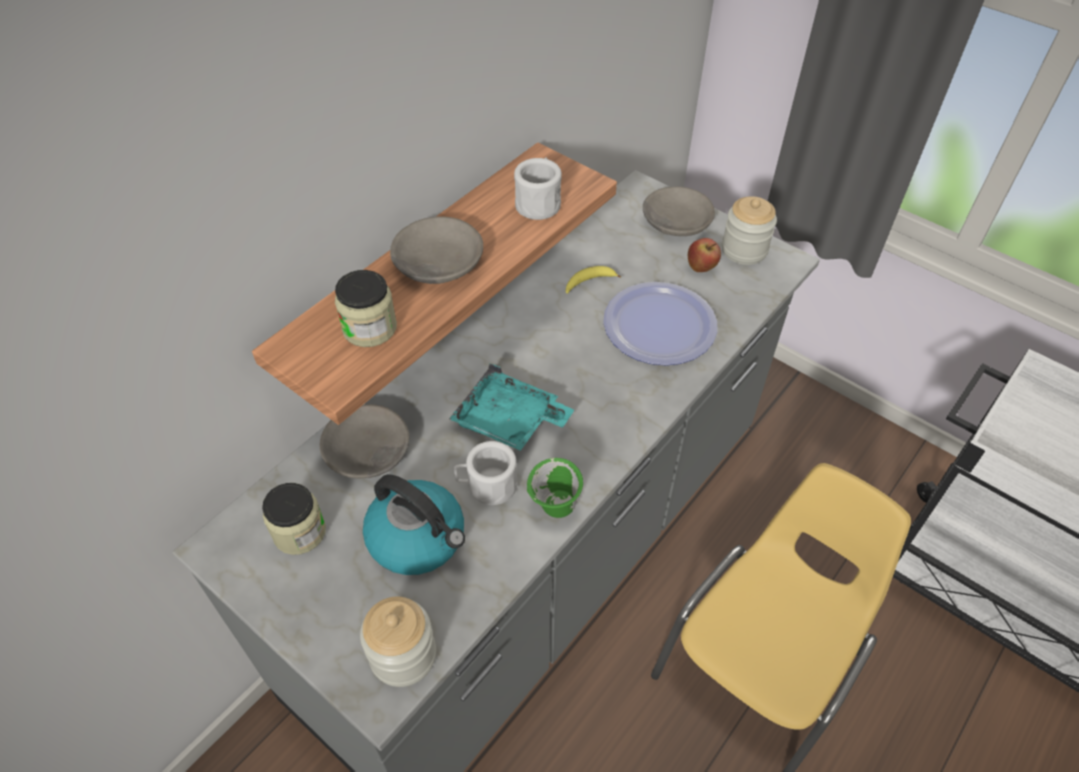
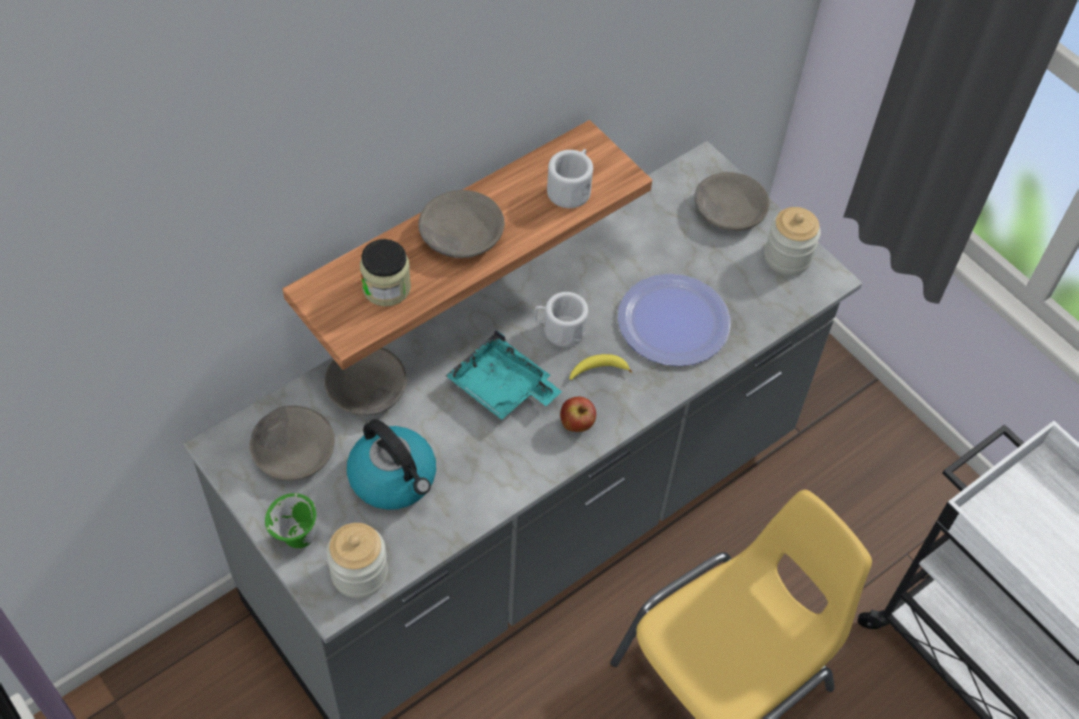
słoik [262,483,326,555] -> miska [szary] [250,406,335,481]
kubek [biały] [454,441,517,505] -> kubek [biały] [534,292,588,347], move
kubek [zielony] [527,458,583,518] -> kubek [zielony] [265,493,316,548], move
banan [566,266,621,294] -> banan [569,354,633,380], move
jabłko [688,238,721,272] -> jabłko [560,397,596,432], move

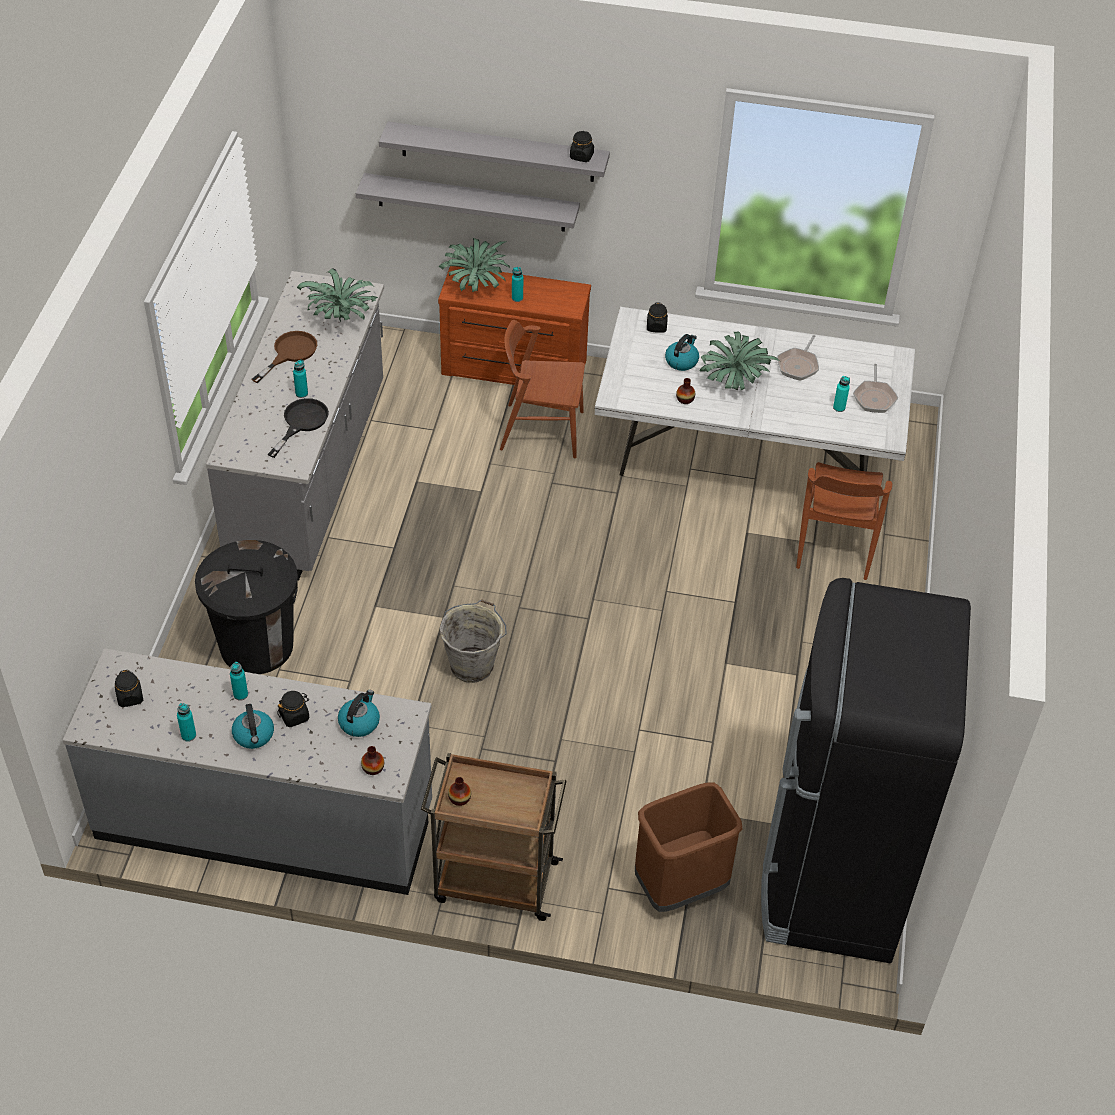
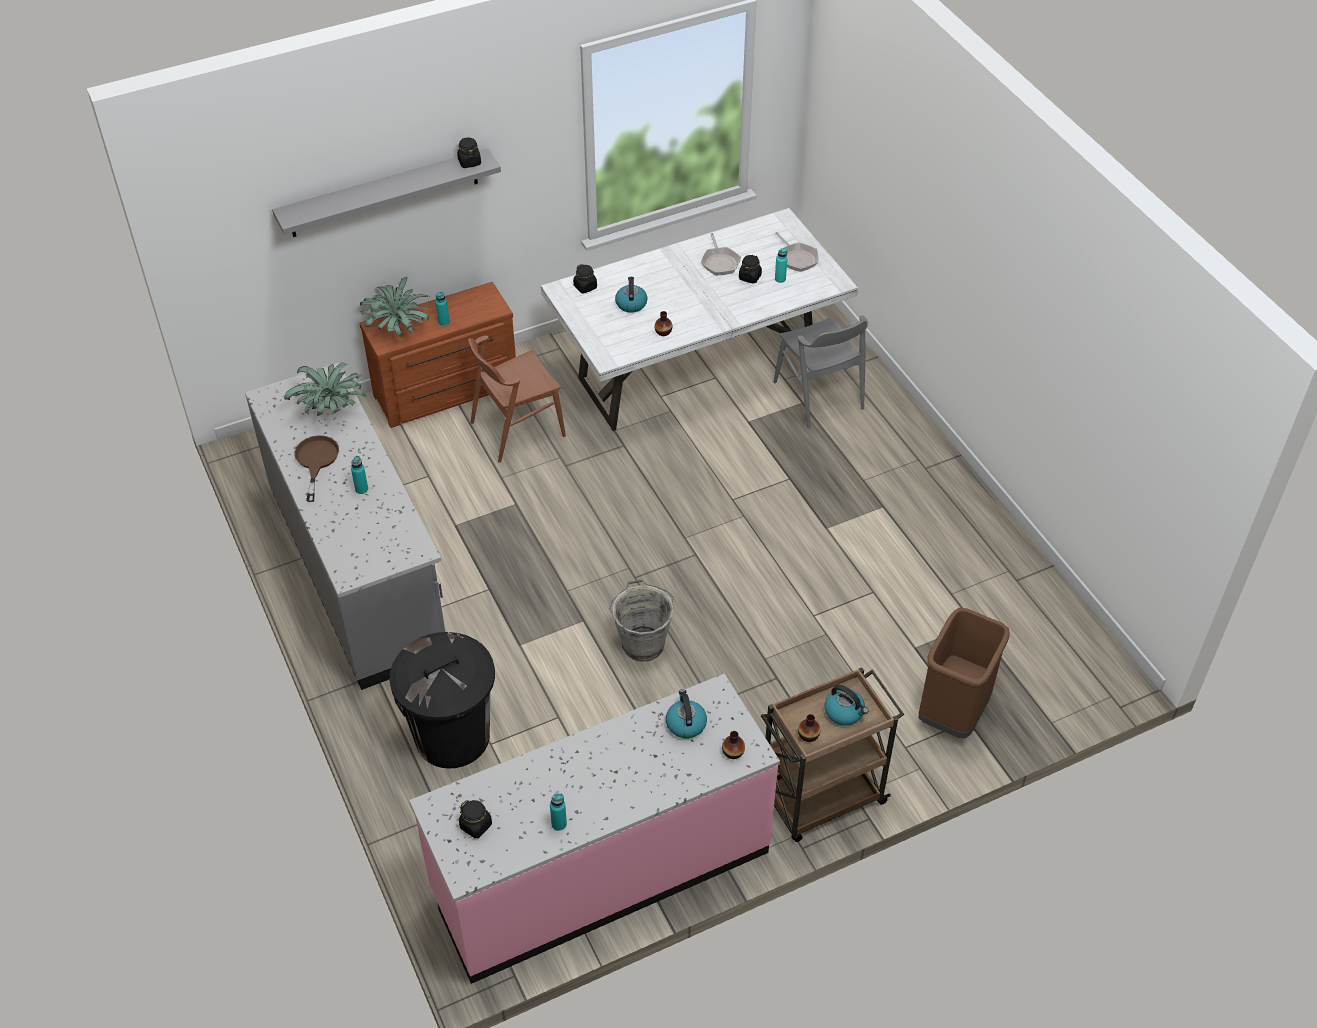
zabudowa kuchenna [szary] [63,648,432,895] -> zabudowa kuchenna [różowy] [409,674,780,984]
butelka [turkusowy] [230,662,248,701] -> none
czajnik [232,704,274,749] -> czajnik [825,685,869,725], move
patelnia [czarny] [268,398,329,458] -> none
słoik [czarny] [277,691,310,727] -> słoik [czarny] [739,255,762,283], move
półka [szary] [356,173,580,232] -> none
roślina doniczkowa [700,331,780,390] -> none
lodówka [czarny] [761,578,971,963] -> none
krzesło [brązowy] [796,462,892,580] -> krzesło [szary] [774,315,869,428]

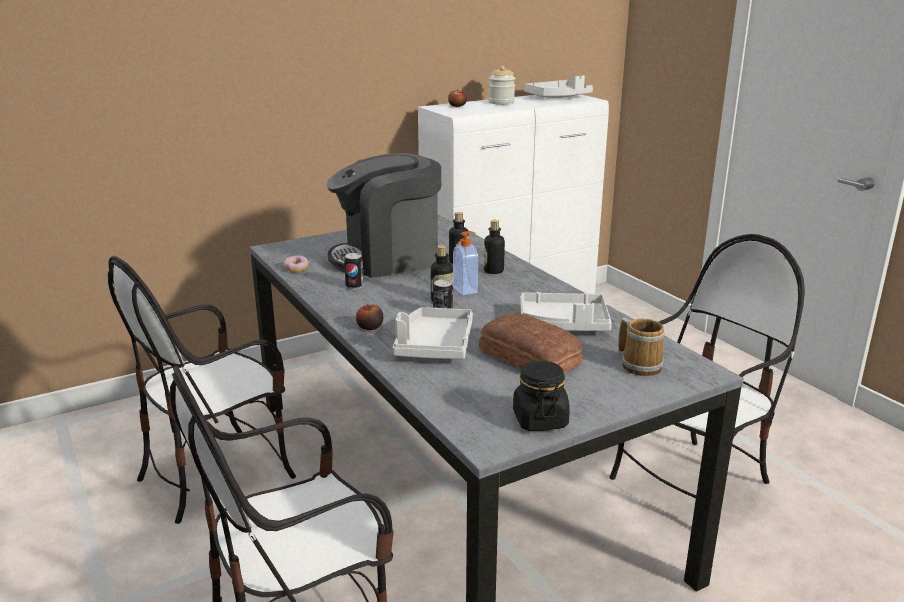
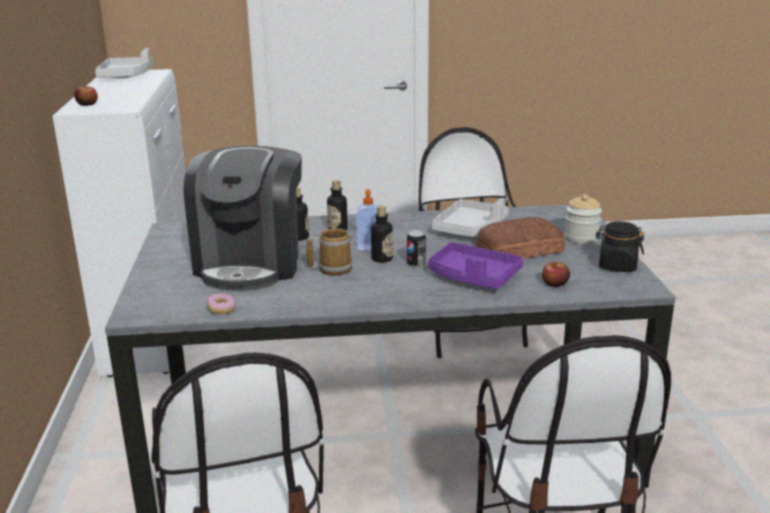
puszka [344,253,364,290] -> none
jabłko [356,304,383,330] -> jabłko [542,262,570,287], move
taca [szary] [393,307,473,359] -> taca [fioletowy] [428,242,523,290]
słoik [488,66,515,105] -> słoik [564,194,602,244], move
kubek [618,318,665,376] -> kubek [306,228,353,276], move

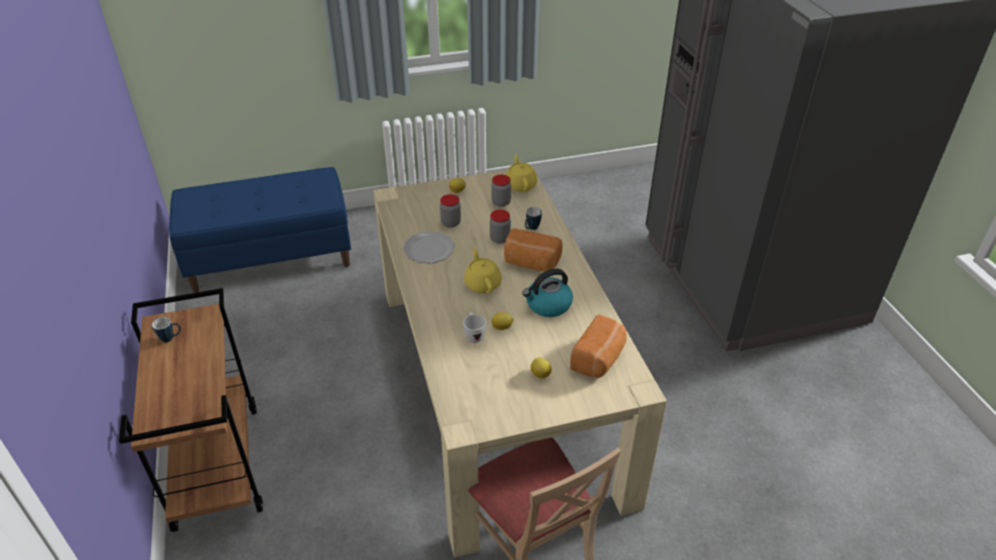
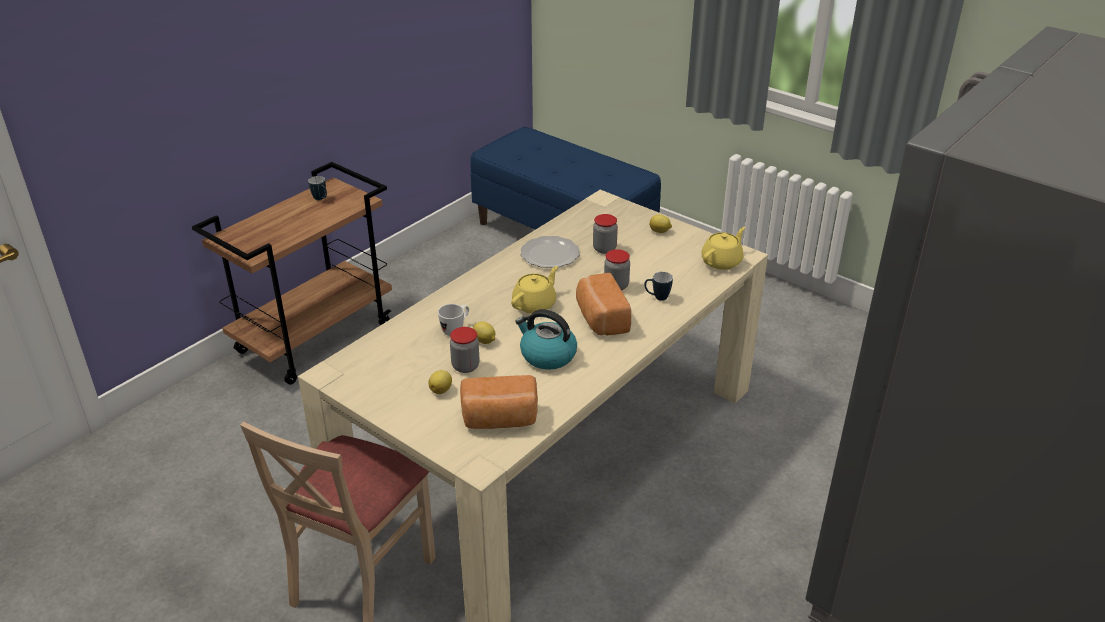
słoik [491,175,511,207] -> słoik [450,327,480,373], move

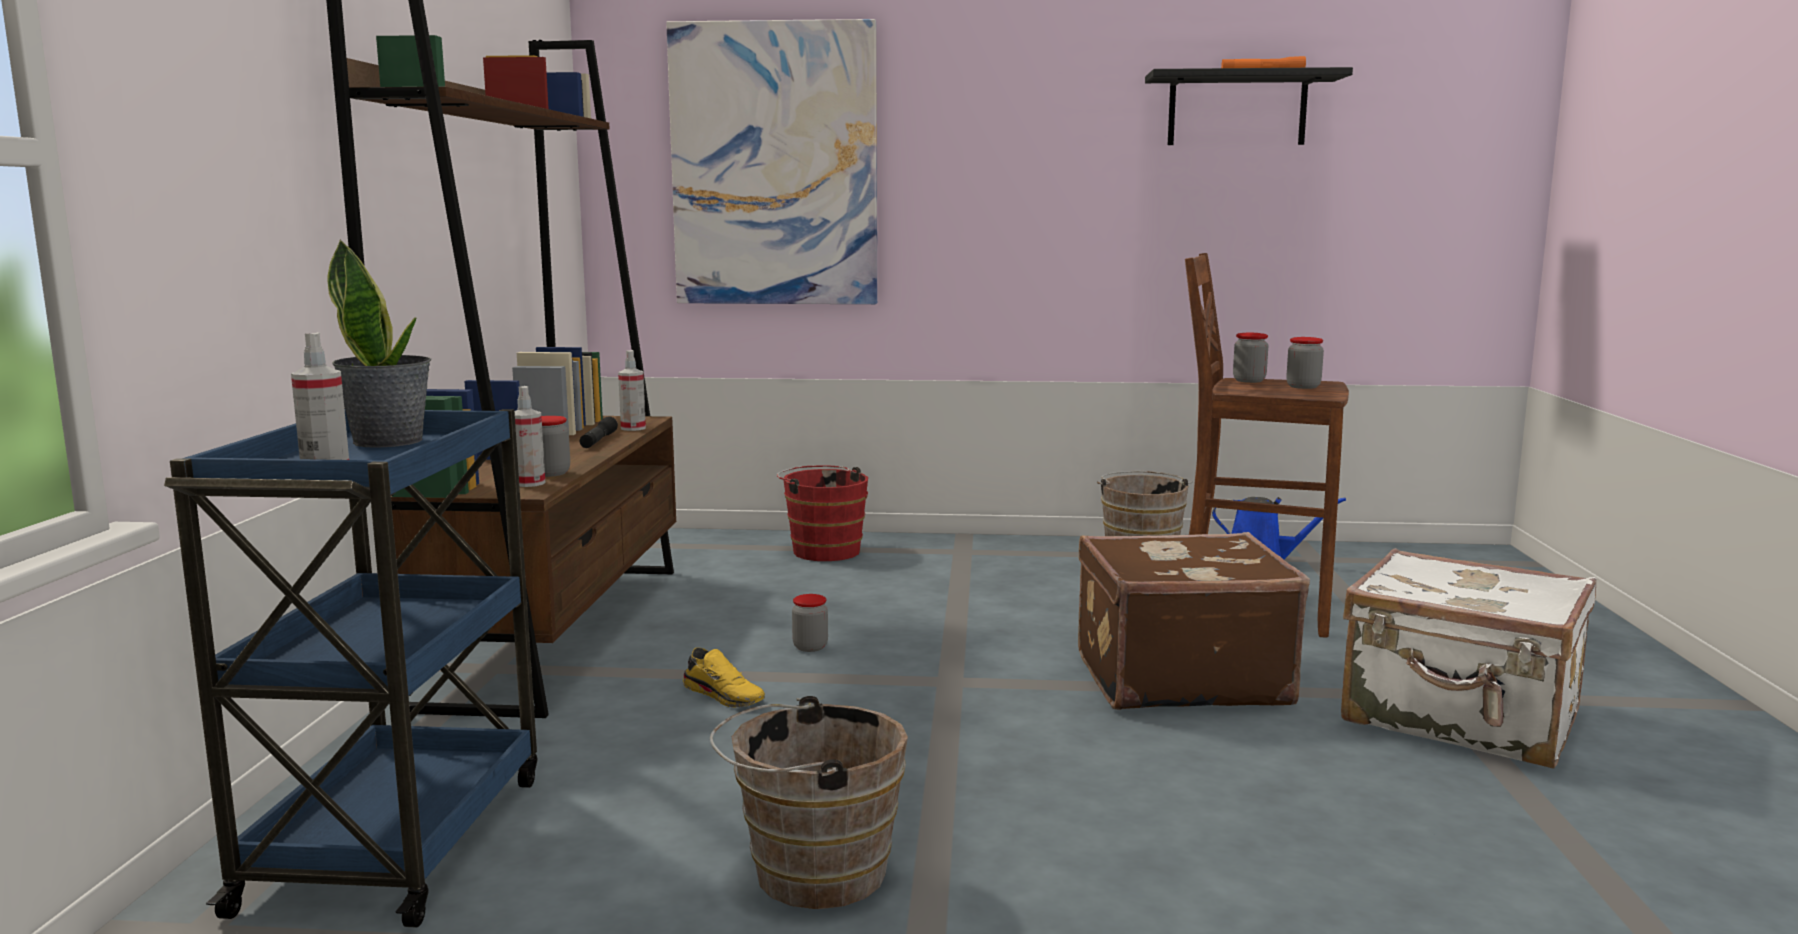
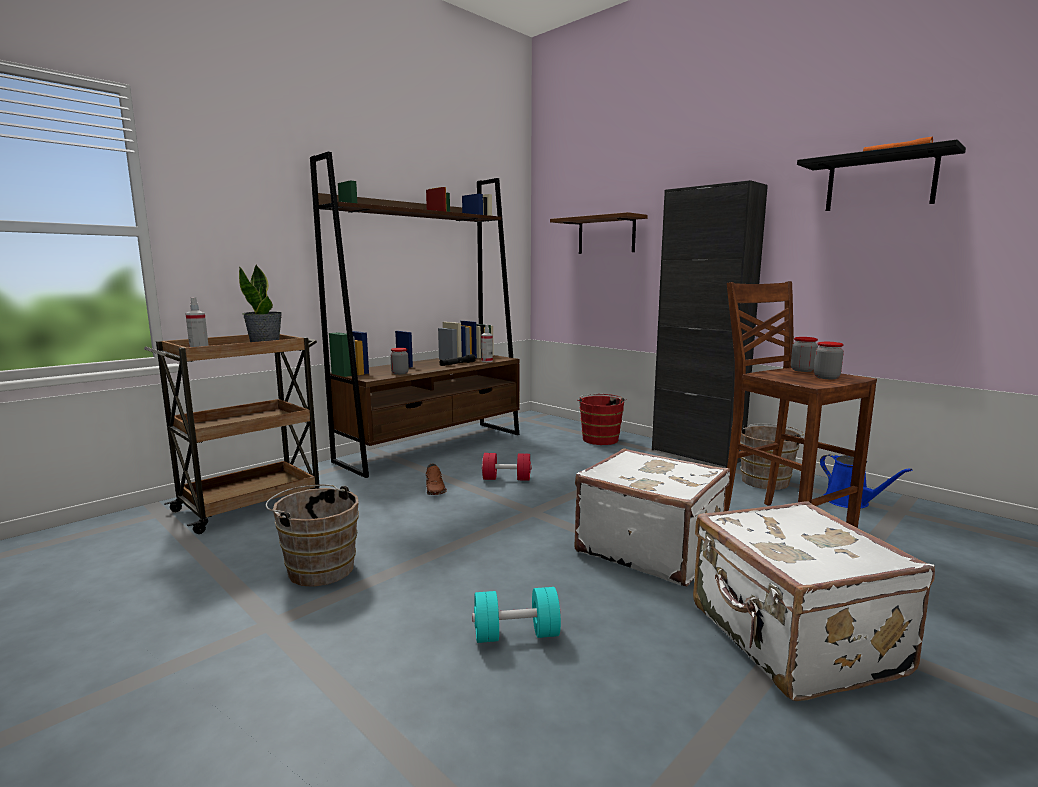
wózek [niebieski] [164,407,537,928] -> wózek [brązowy] [144,334,320,534]
spryskiwacz [515,386,546,487] -> none
obraz [666,19,877,304] -> półka [brązowy] [550,212,648,254]
but [żółty] [683,647,765,708] -> but [brązowy] [425,463,447,495]
słoik [792,594,828,652] -> hantel [czerwony] [482,453,532,481]
walizka [brązowy] [1078,532,1310,710] -> walizka [biały] [574,448,730,586]
none -> hantel [turkusowy] [472,587,561,643]
none -> szafka [czarny] [652,180,768,468]

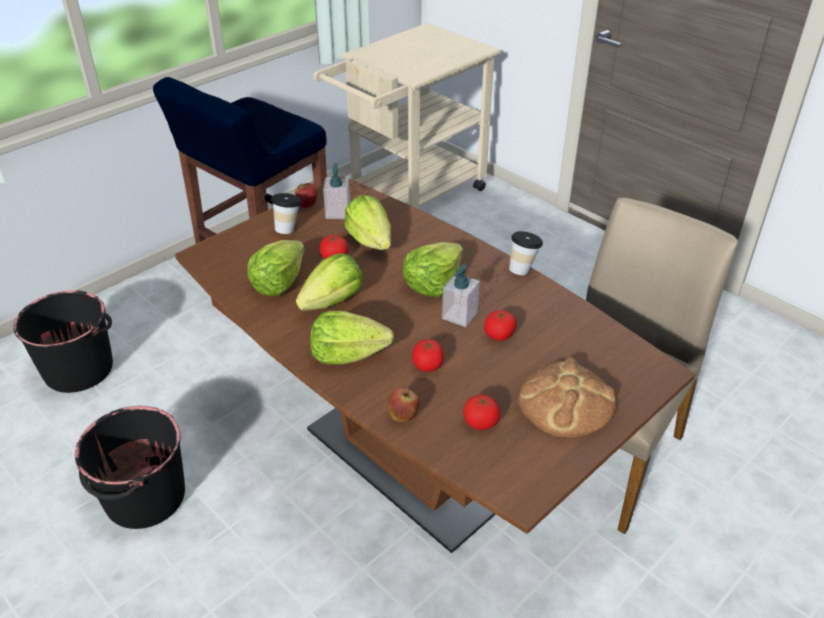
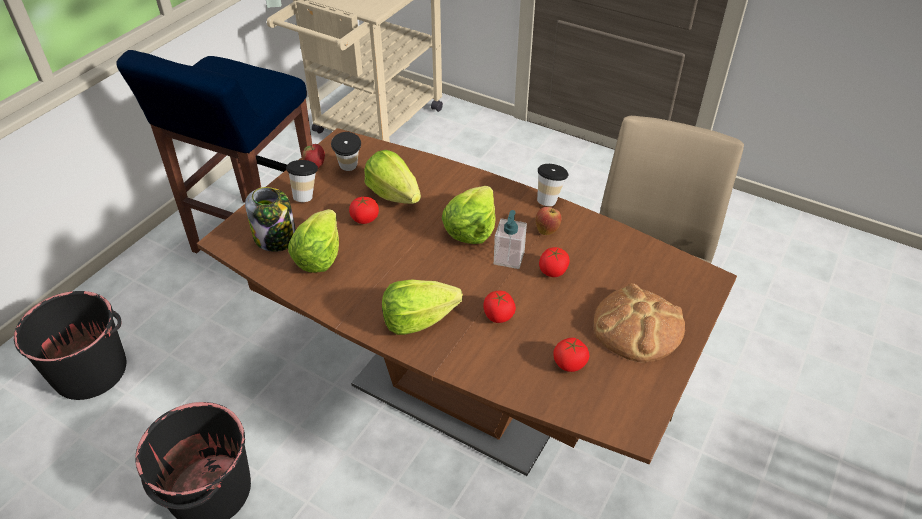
sałata [296,253,363,311] -> none
dozownik mydła [323,163,350,219] -> filiżanka [331,132,361,171]
jabłko [388,387,420,422] -> jabłko [536,205,562,235], move
none -> słoik [245,187,296,252]

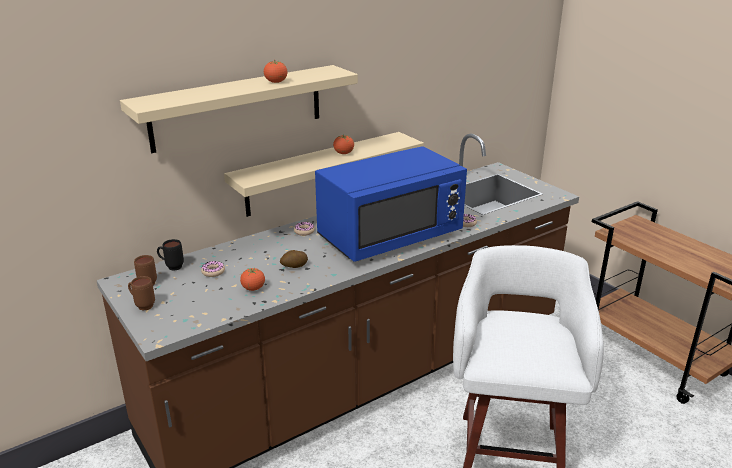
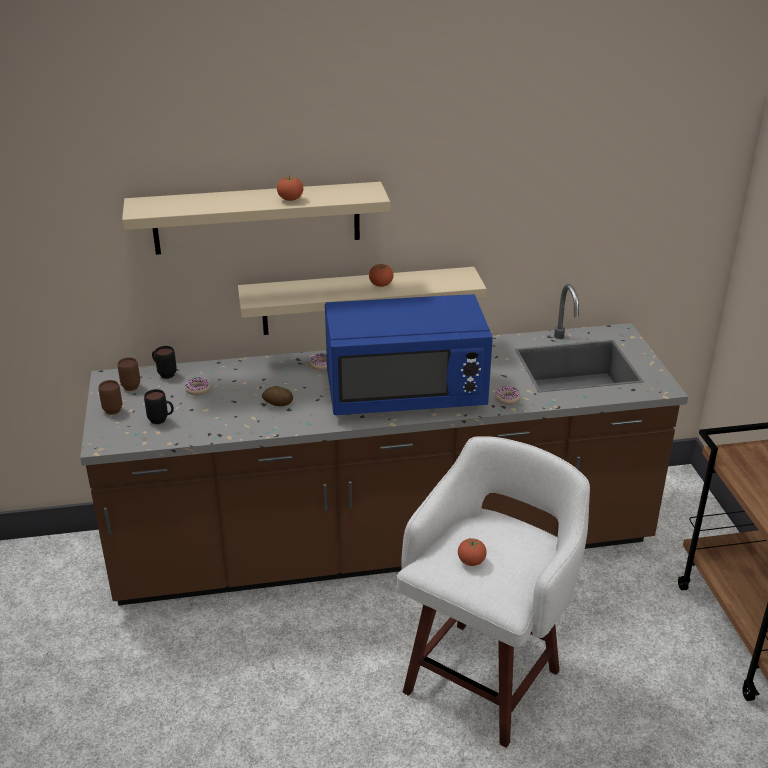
pomidor [240,268,265,291] -> pomidor [458,538,487,566], move
none -> kubek [czarny] [144,389,174,424]

